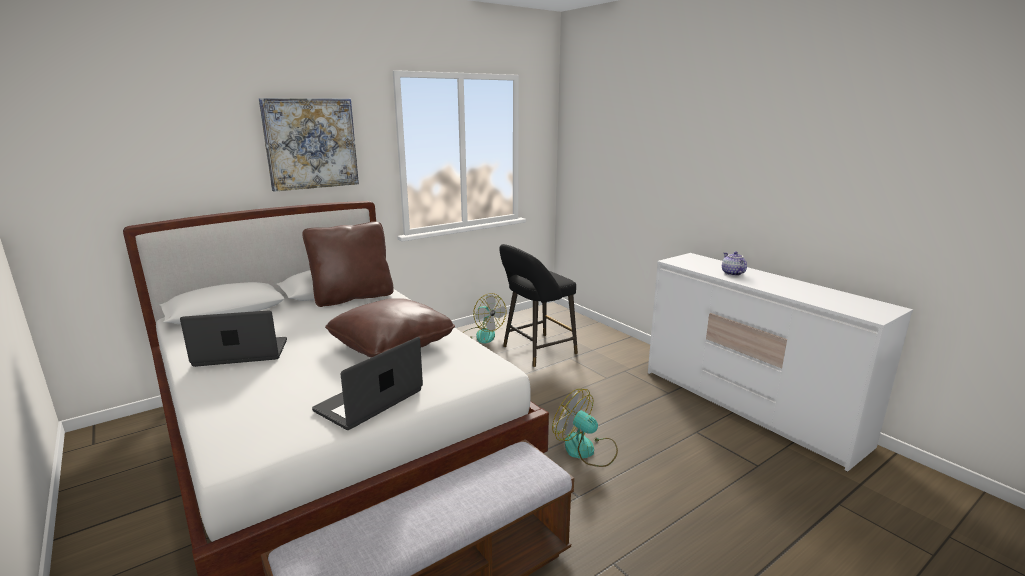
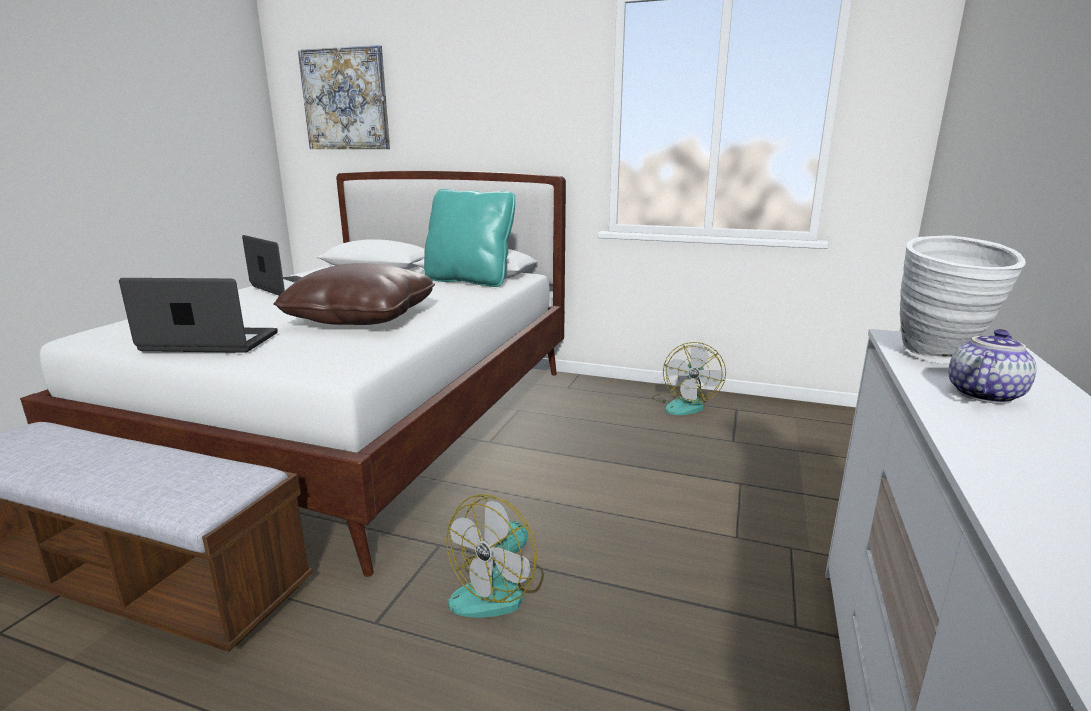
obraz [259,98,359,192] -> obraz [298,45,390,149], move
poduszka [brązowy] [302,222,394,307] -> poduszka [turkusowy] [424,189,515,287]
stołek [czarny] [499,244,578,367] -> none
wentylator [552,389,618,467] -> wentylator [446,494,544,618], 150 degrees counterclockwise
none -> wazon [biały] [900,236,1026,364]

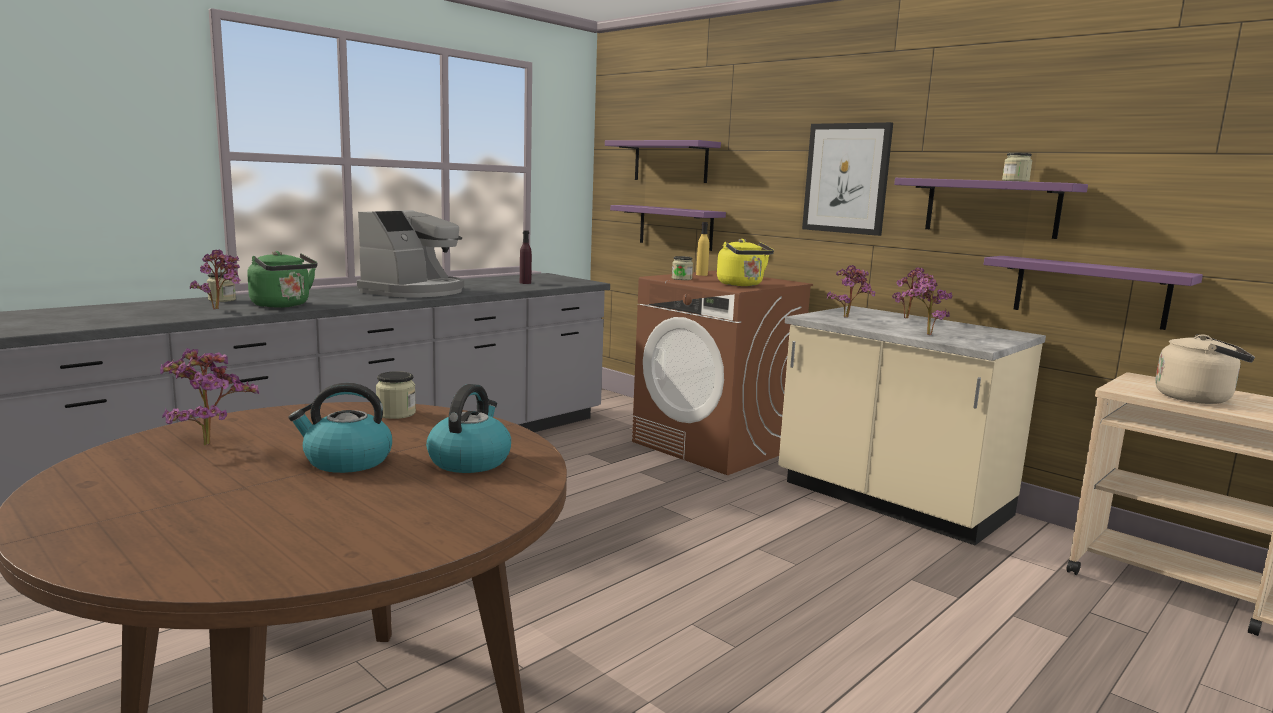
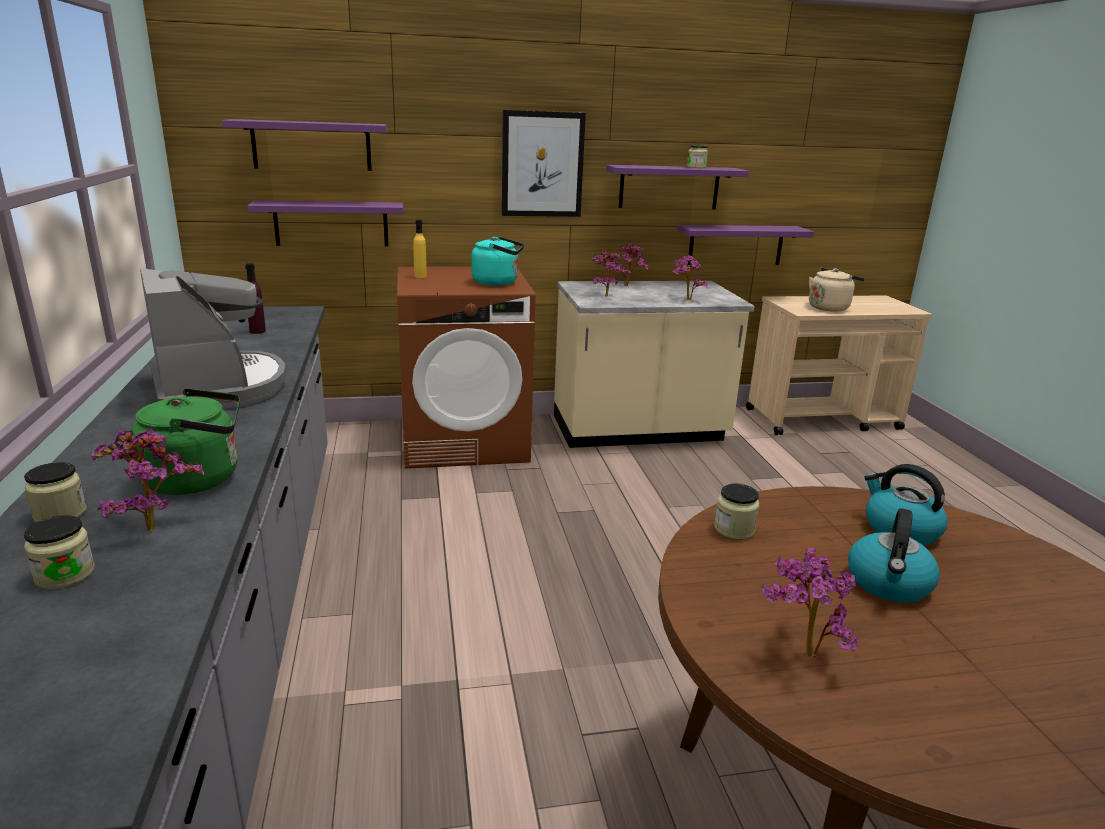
słoik [672,256,693,280] -> słoik [24,515,95,589], move
czajnik [żółty] [717,239,774,286] -> czajnik [turkusowy] [471,237,524,286]

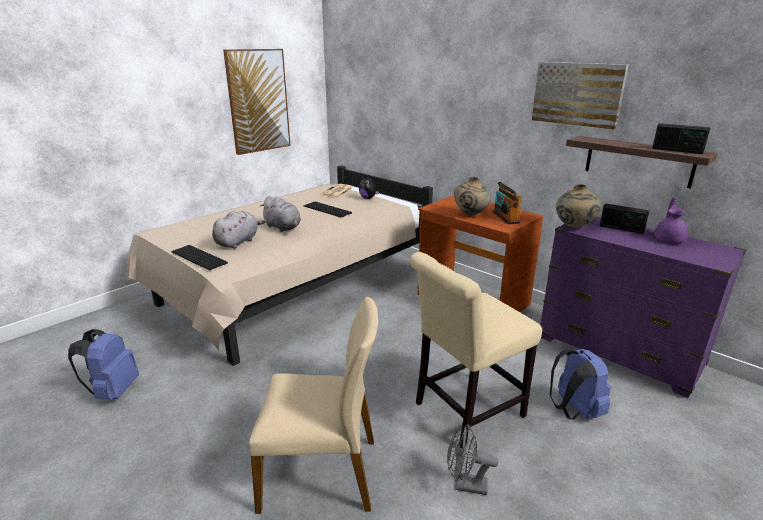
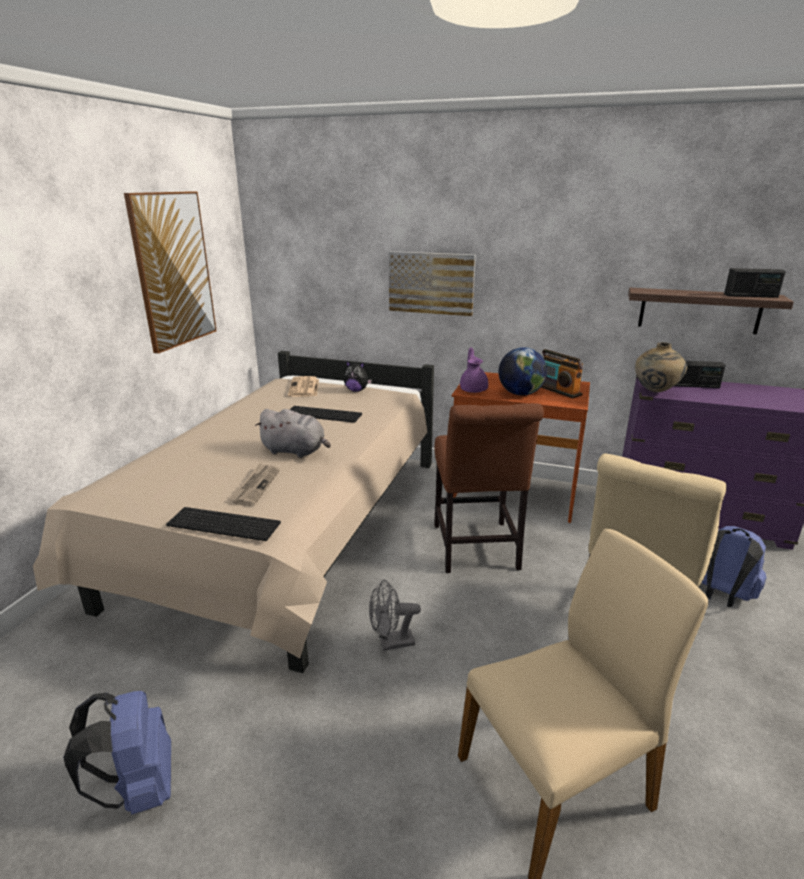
pluszak [szary] [212,211,266,249] -> gazeta [230,463,280,506]
wentylator [szary] [447,424,499,495] -> wentylator [szary] [369,580,421,651], move
wazon [beżowy] [454,177,490,216] -> globus [498,347,547,395]
obraz [532,62,629,129] -> obraz [389,251,476,316], move
imbryk [fioletowy] [655,197,688,243] -> imbryk [fioletowy] [460,347,488,393], move
none -> krzesło [brązowy] [434,403,544,573]

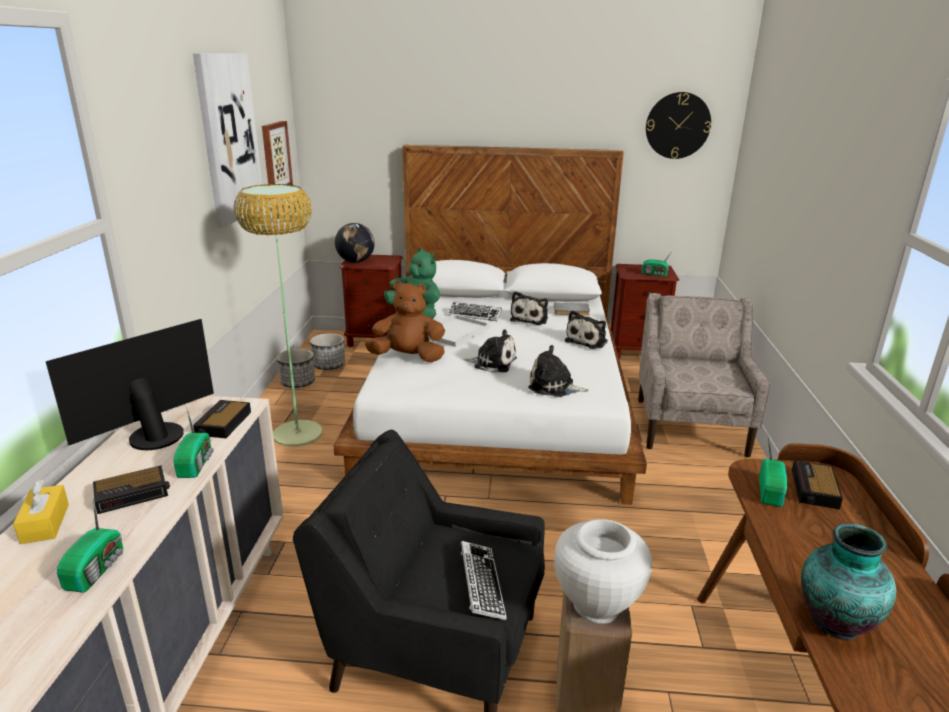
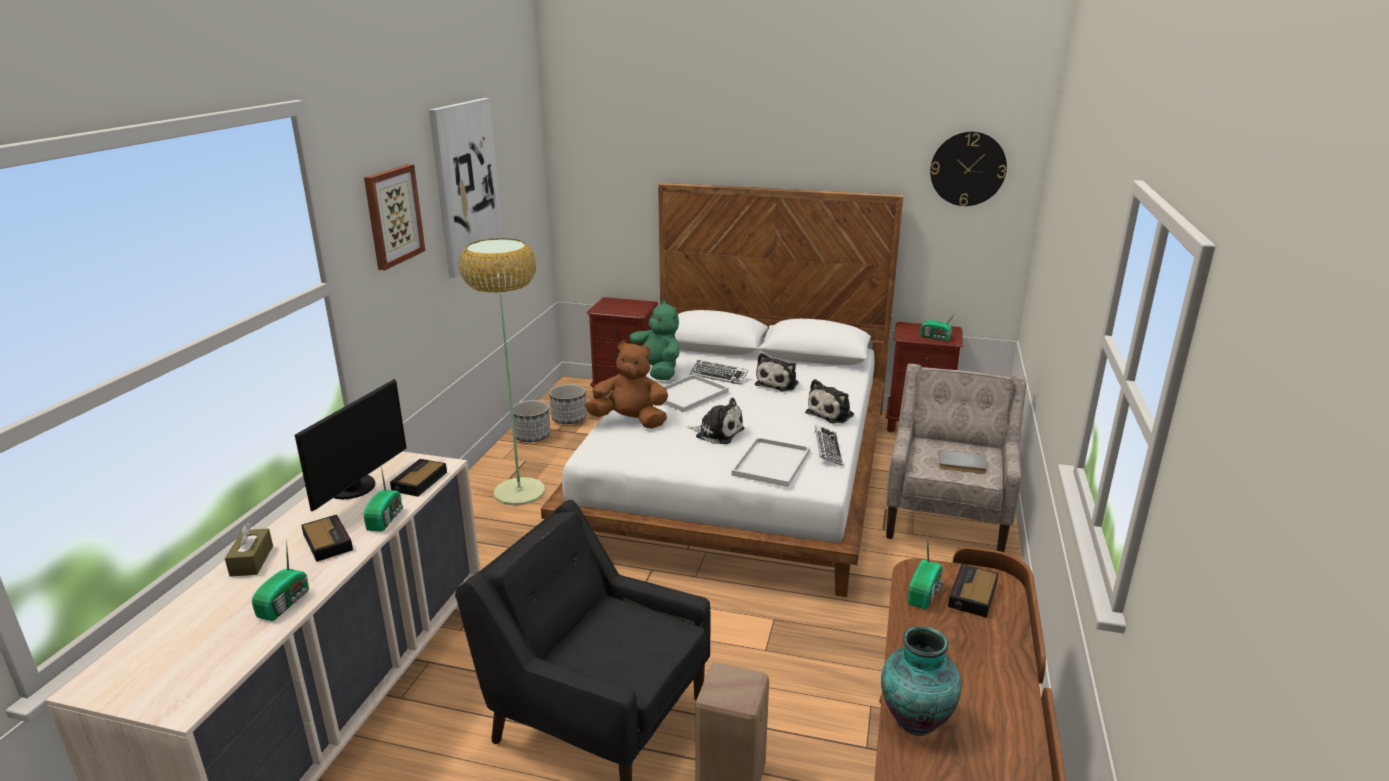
pudełko chusteczek [żółty] [13,480,69,544] -> pudełko chusteczek [brązowy] [225,523,273,577]
monitor [46,319,214,450] -> monitor [295,379,407,511], 150 degrees clockwise
budzik [93,465,170,514] -> budzik [301,514,353,562], 105 degrees counterclockwise
obraz [262,121,293,185] -> obraz [364,164,425,270], move
globus [335,223,375,263] -> none
klawiatura [461,541,507,620] -> klawiatura [814,425,843,466], move
pluszak [528,345,589,397] -> taca [biały] [732,437,810,487]
książka [szary] [554,303,590,316] -> książka [szary] [938,450,987,474], move
wazon [biały] [554,519,652,624] -> none

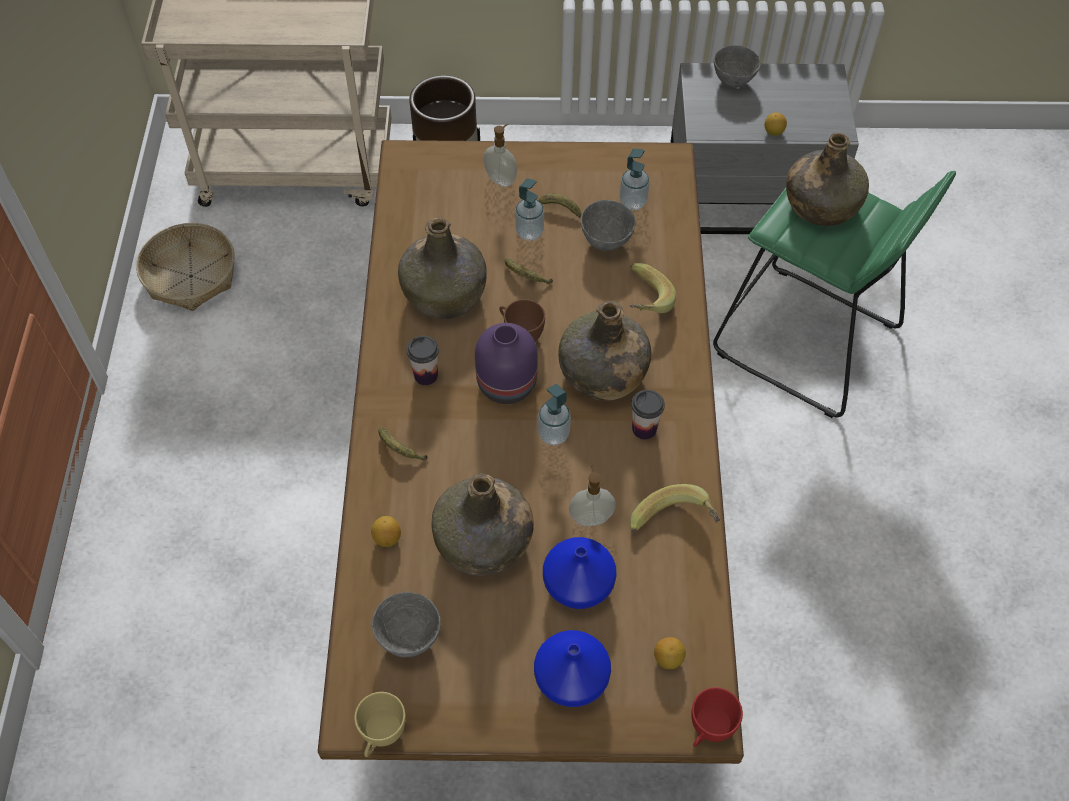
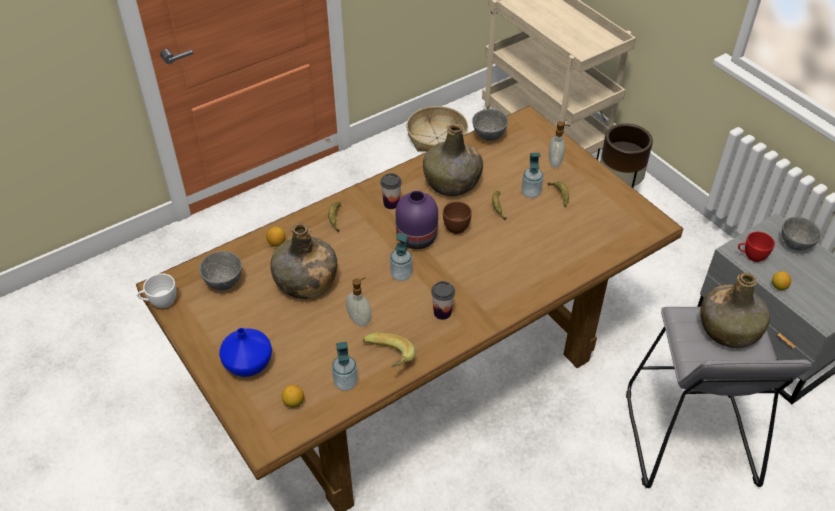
filiżanka [żółty] [354,692,406,757] -> filiżanka [biały] [137,273,176,308]
wazon [niebieski] [543,537,617,609] -> none
butelka [zielony] [559,301,651,401] -> none
miska [szary] [581,200,635,251] -> miska [szary] [472,109,508,141], move
dozownik mydła [620,149,650,211] -> dozownik mydła [332,342,358,391], move
banan [629,263,676,313] -> none
filiżanka [czerwony] [691,687,743,747] -> filiżanka [czerwony] [738,232,775,262], move
stołek [zielony] [713,171,956,418] -> stołek [szary] [626,307,812,488]

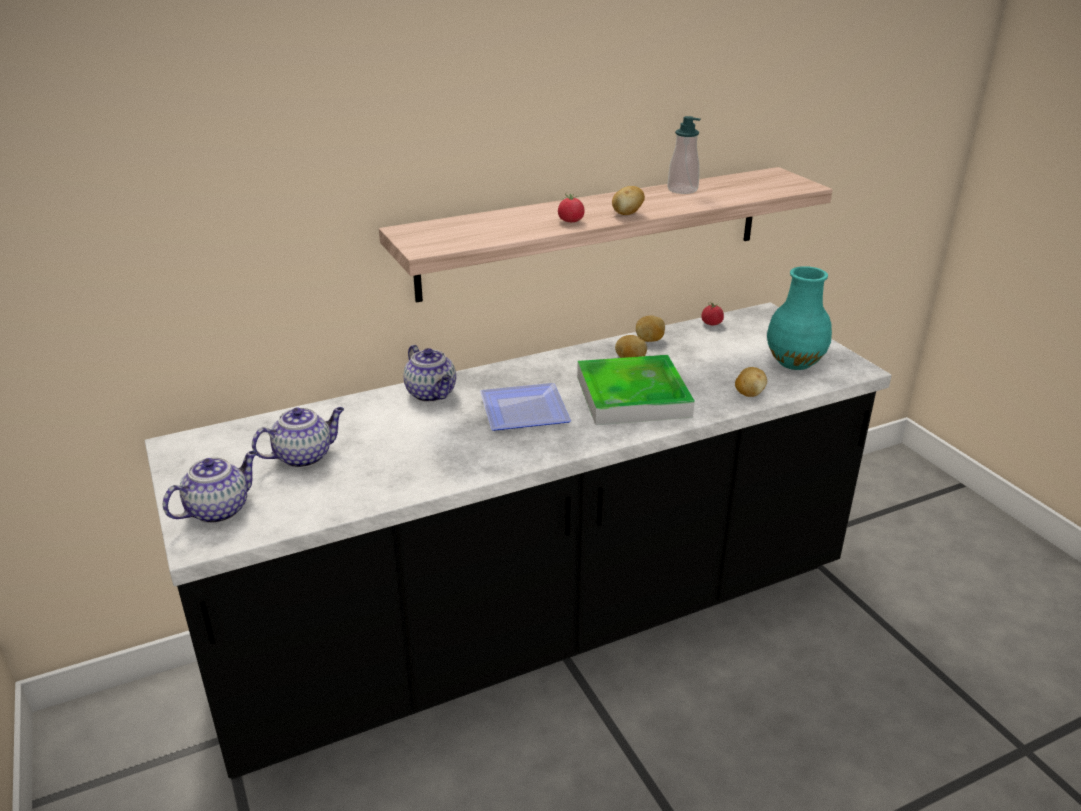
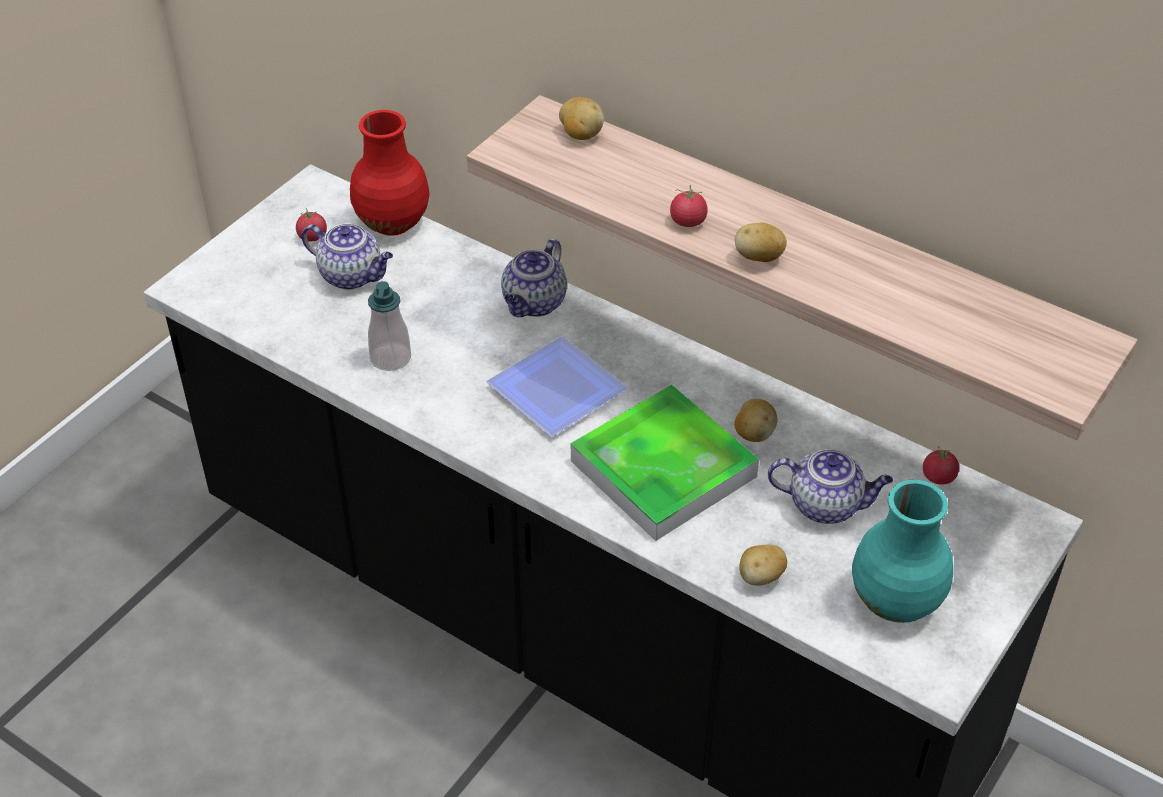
imbryk [163,451,257,524] -> imbryk [768,449,893,524], move
ziemniak [636,315,665,342] -> ziemniak [559,97,604,140], move
dozownik mydła [667,116,701,194] -> dozownik mydła [368,281,411,371], move
none -> pomidor [296,208,327,241]
none -> wazon [czerwony] [350,110,430,236]

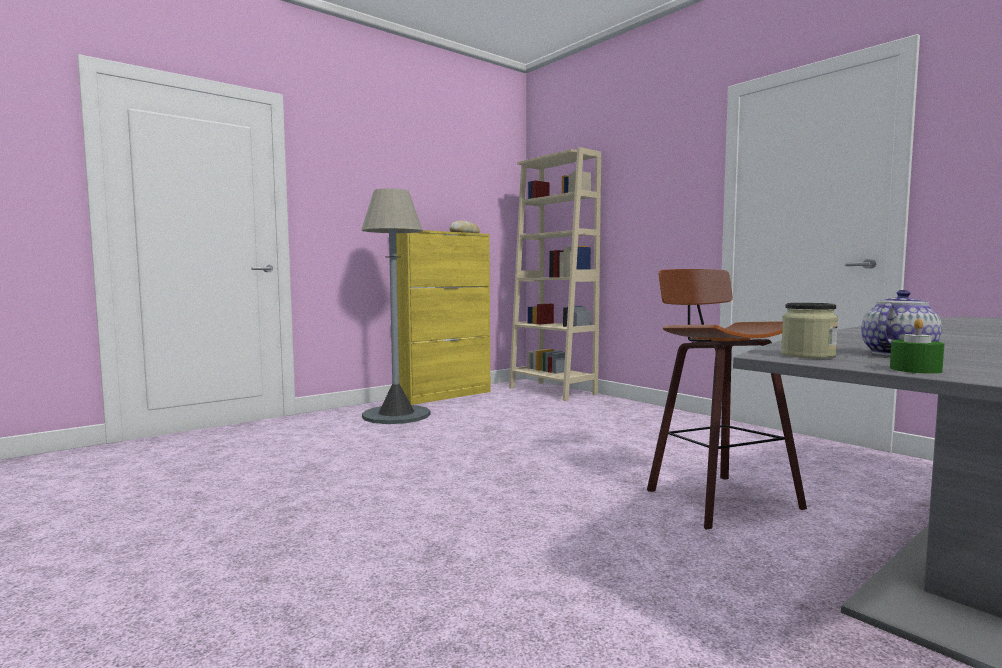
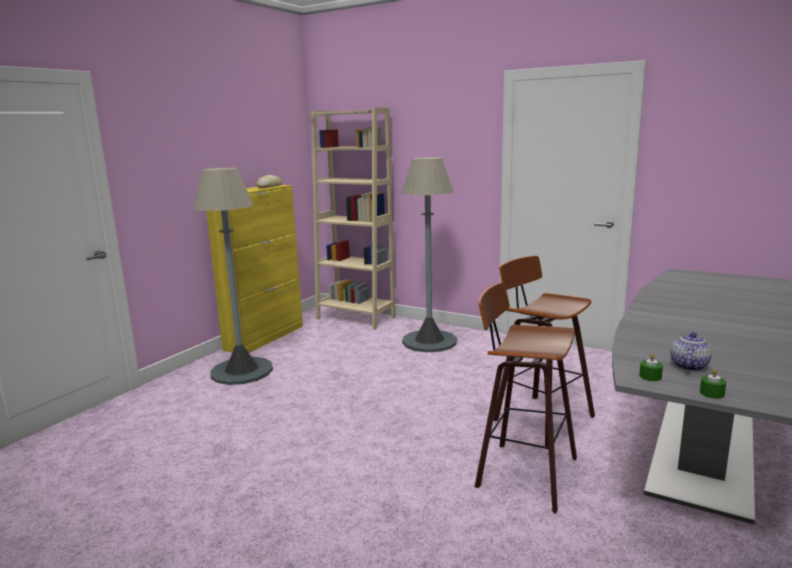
słoik [781,303,838,359] -> świeca [zielony] [639,354,663,381]
none -> lampa stojąca [szary] [402,157,457,352]
none -> stołek [475,282,577,514]

